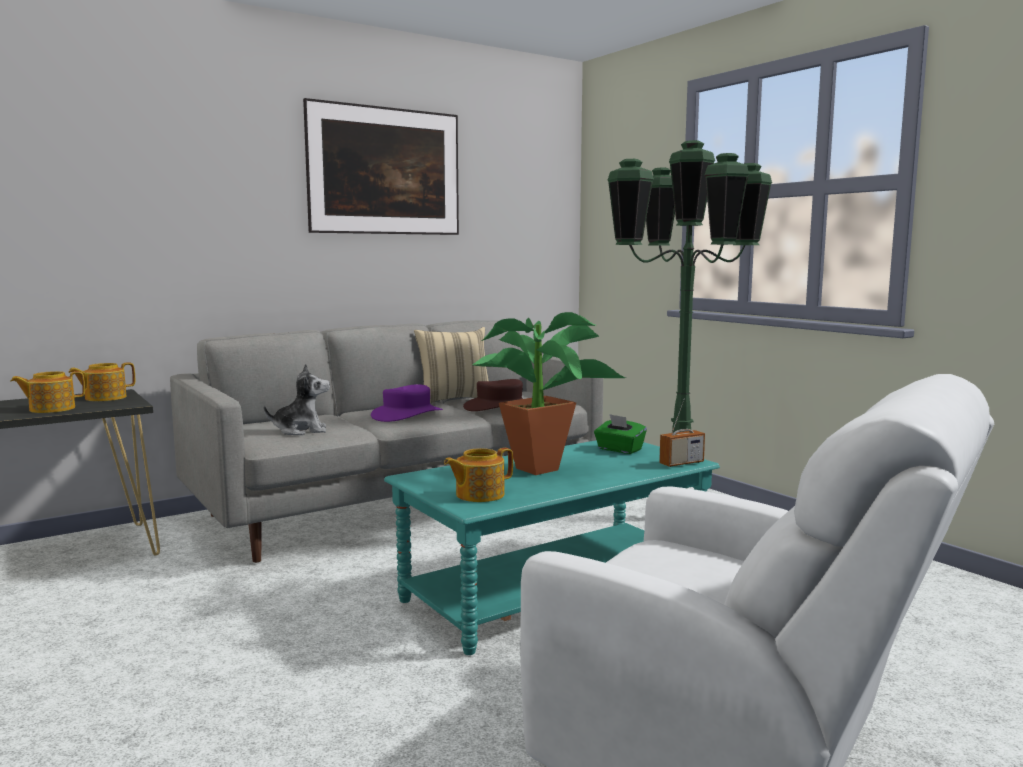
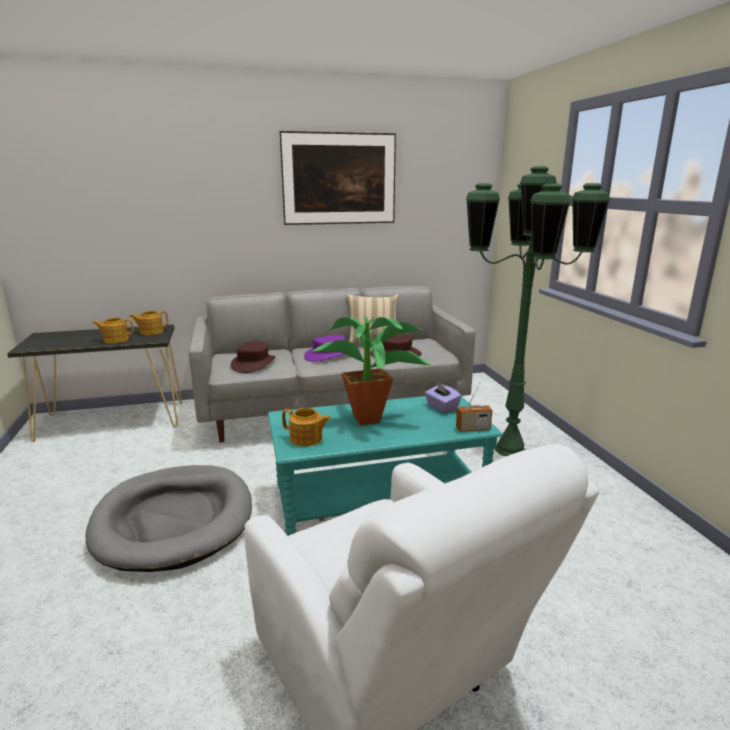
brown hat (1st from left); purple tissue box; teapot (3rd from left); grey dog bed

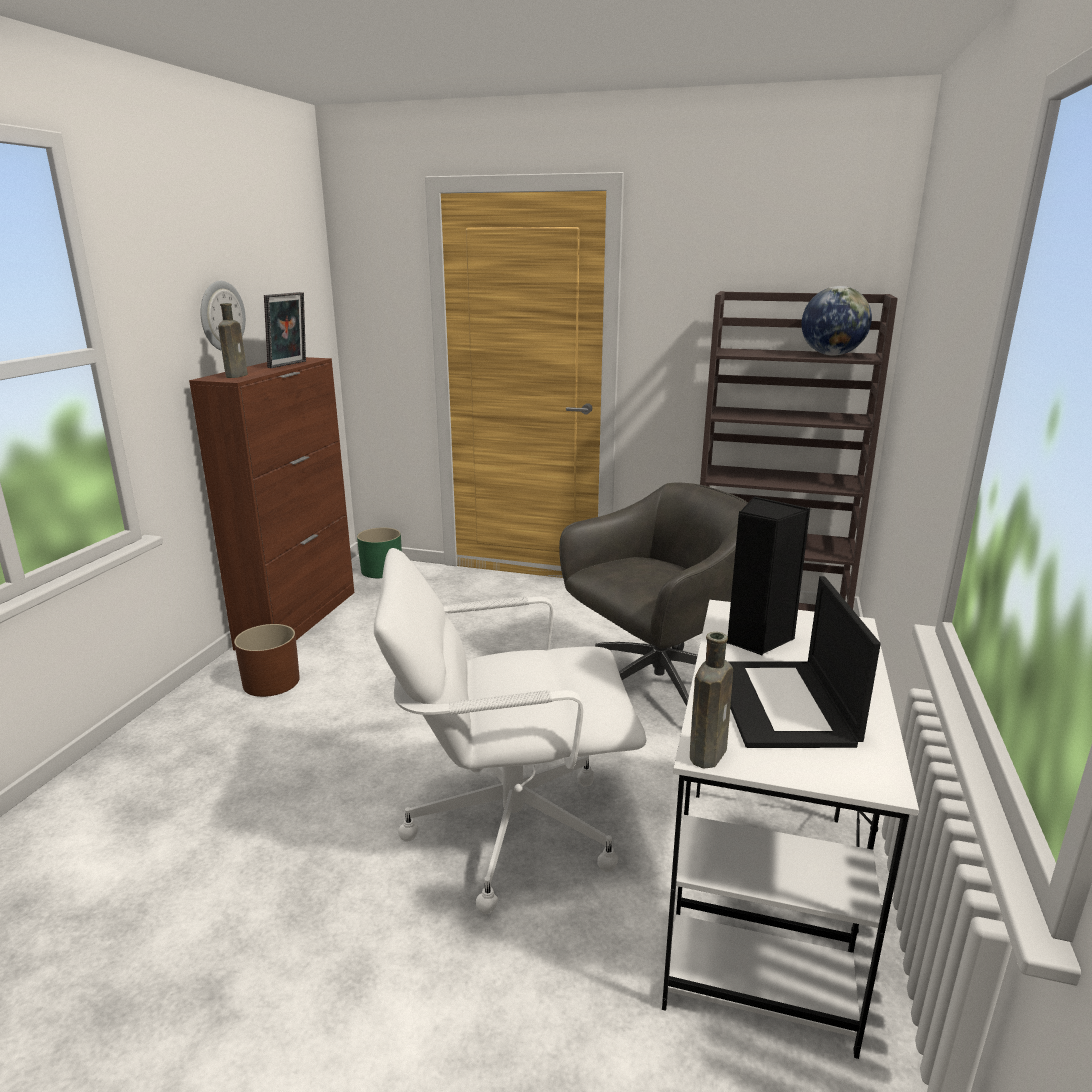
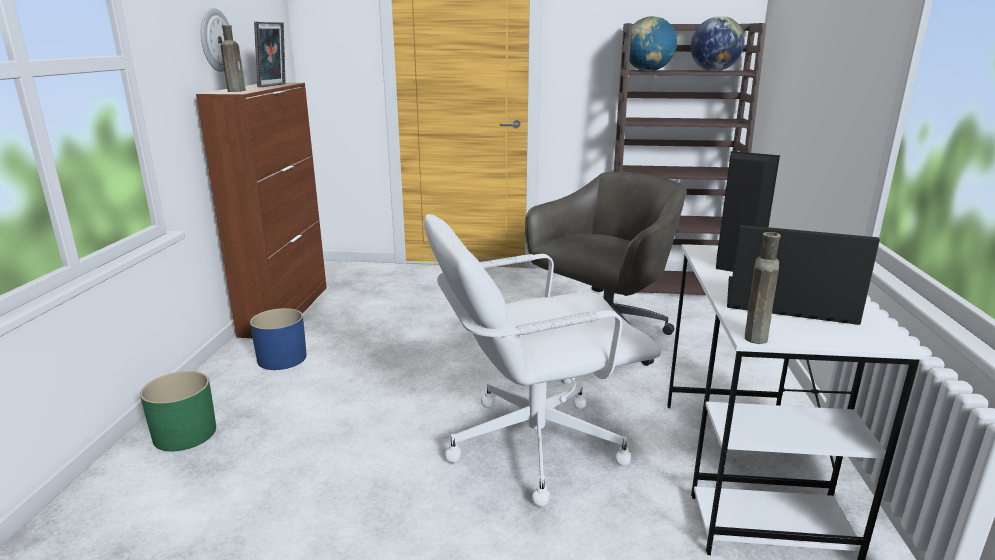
green planter; laptop; blue planter; globe (1st from left)

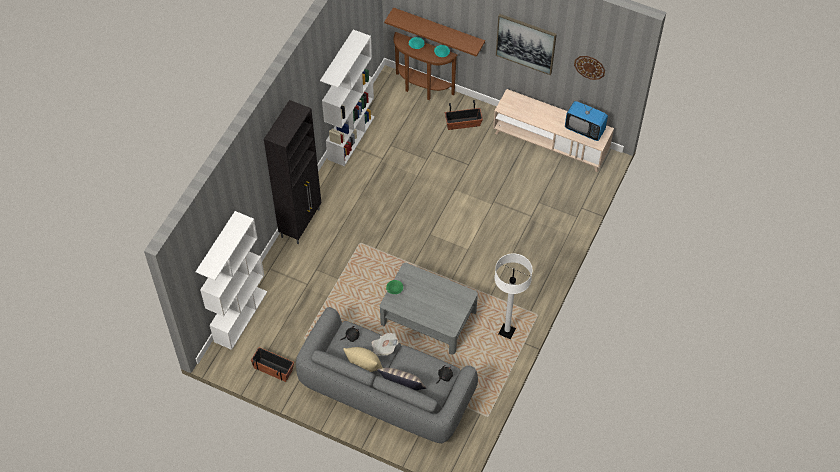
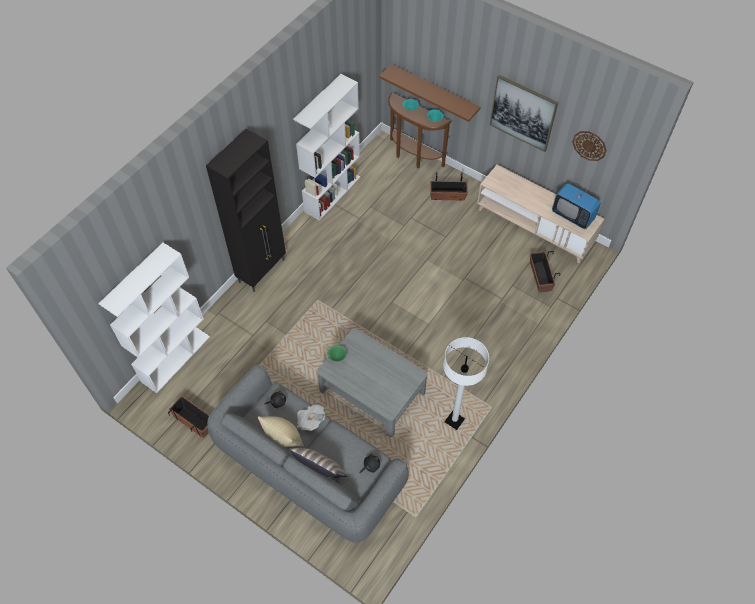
planter (3rd from left)

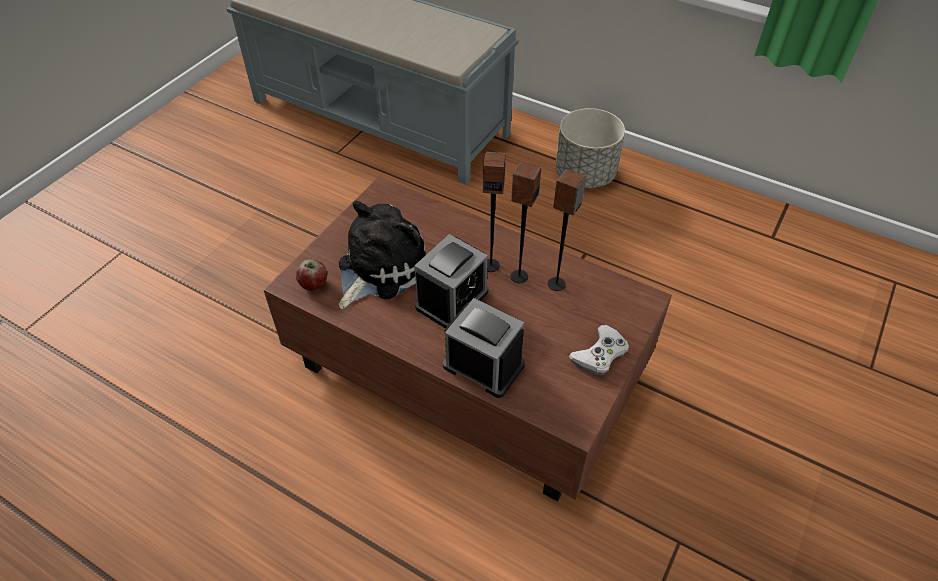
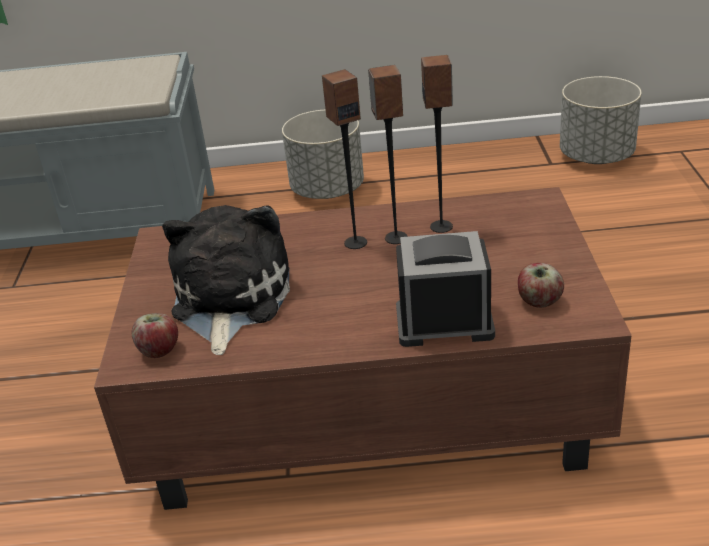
alarm clock (1st from left in the first image); white game controller; grey planter (2nd from left); apple (2nd from left)

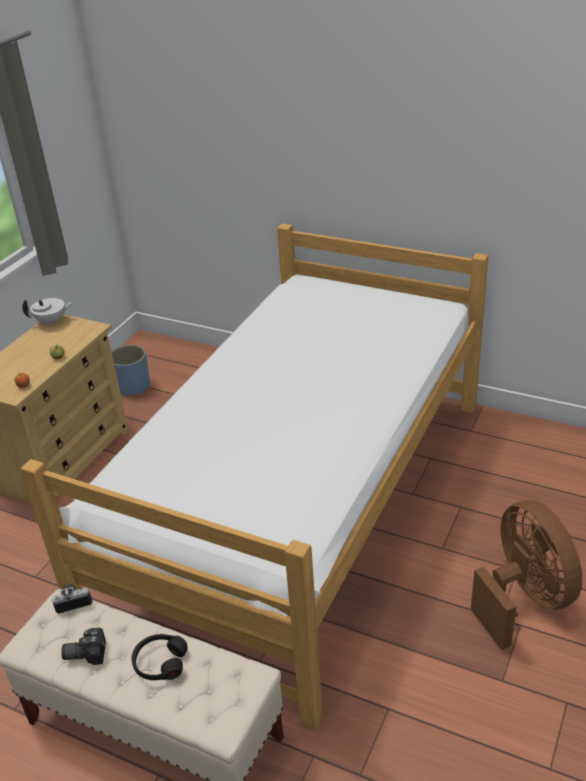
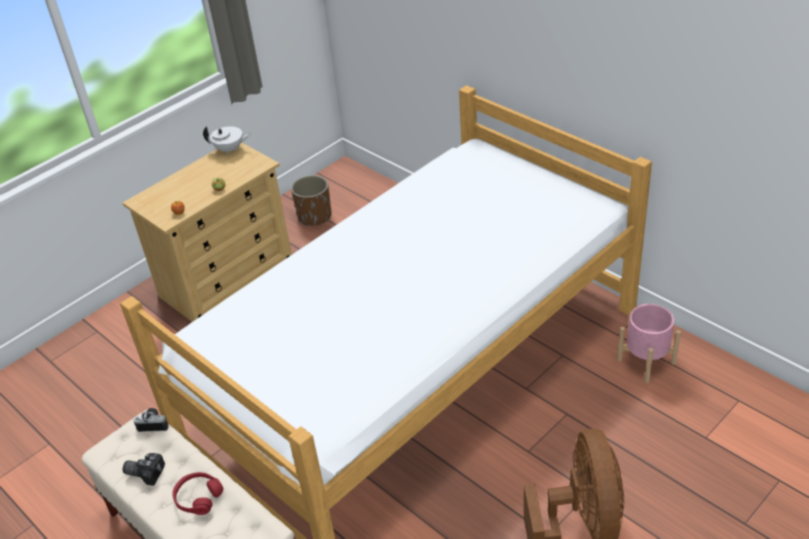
brown planter; red headphones; pink planter

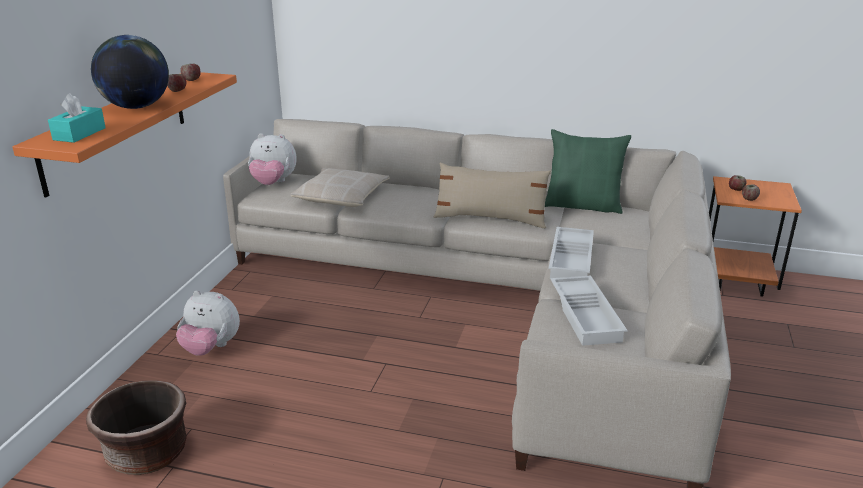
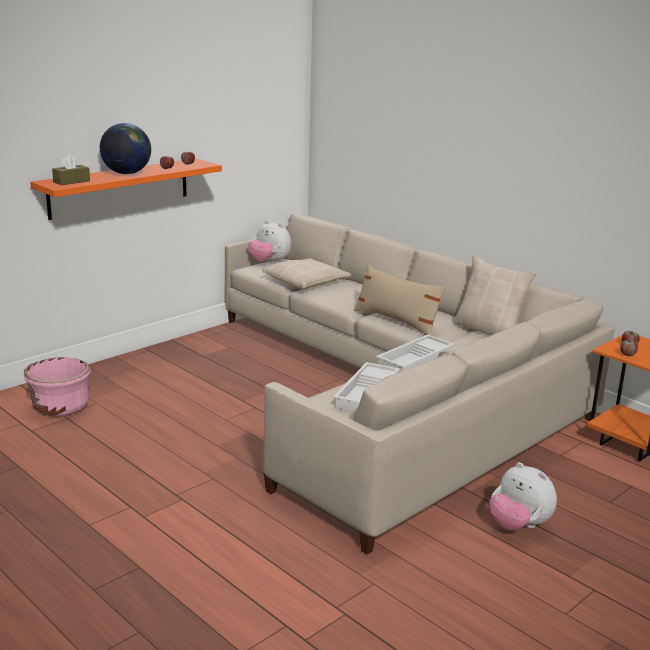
brown tissue box; beige pillow (3rd from left); plush toy (2nd from left); pink planter

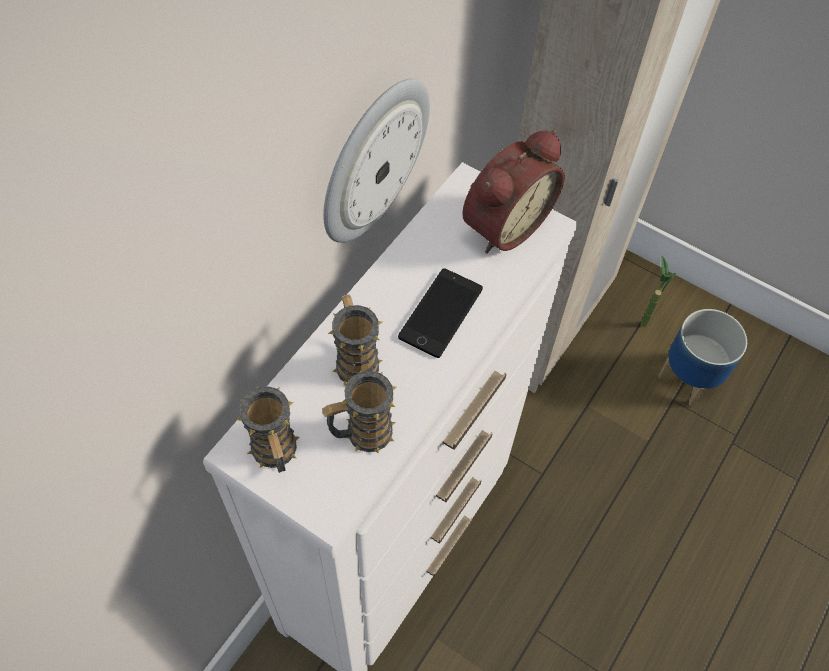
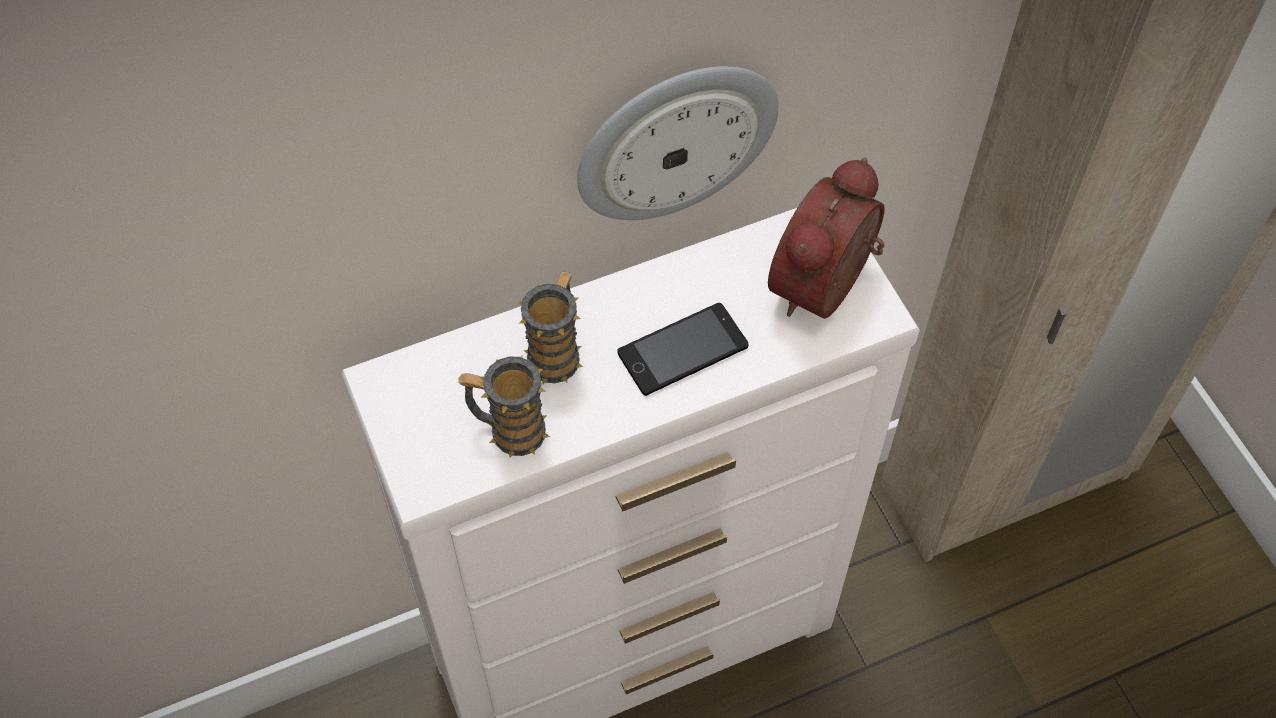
alarm clock; potted plant; planter; mug (1st from left in the first image)

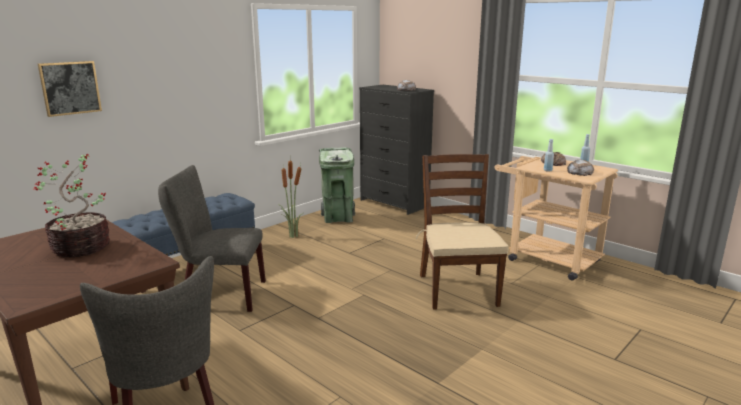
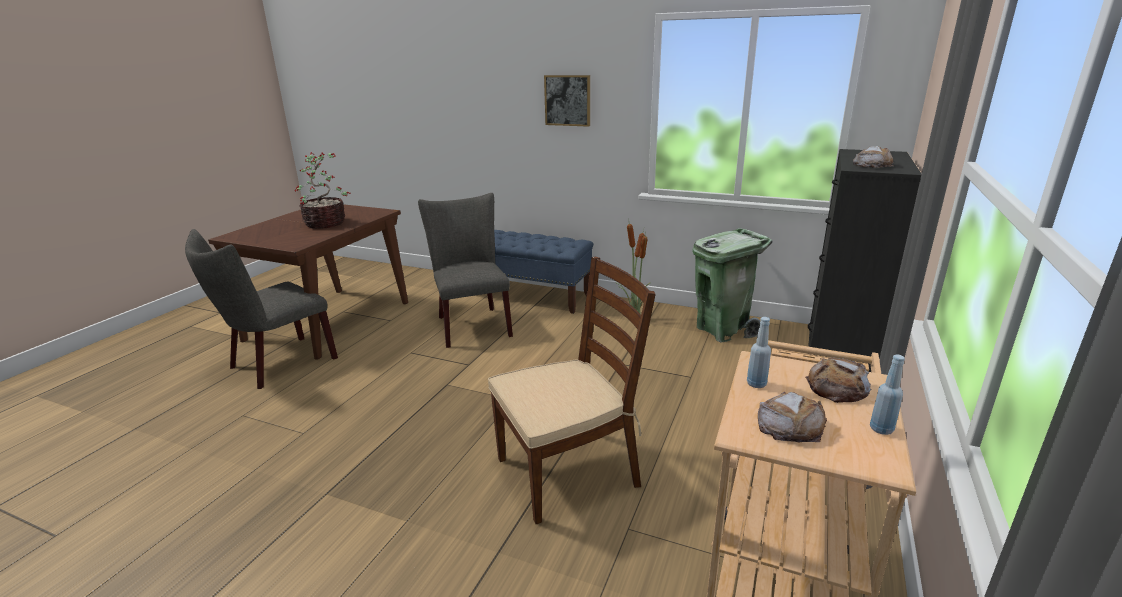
picture

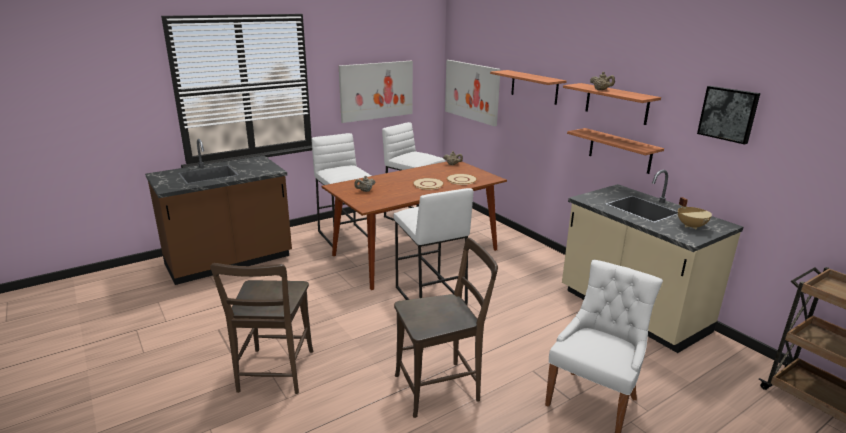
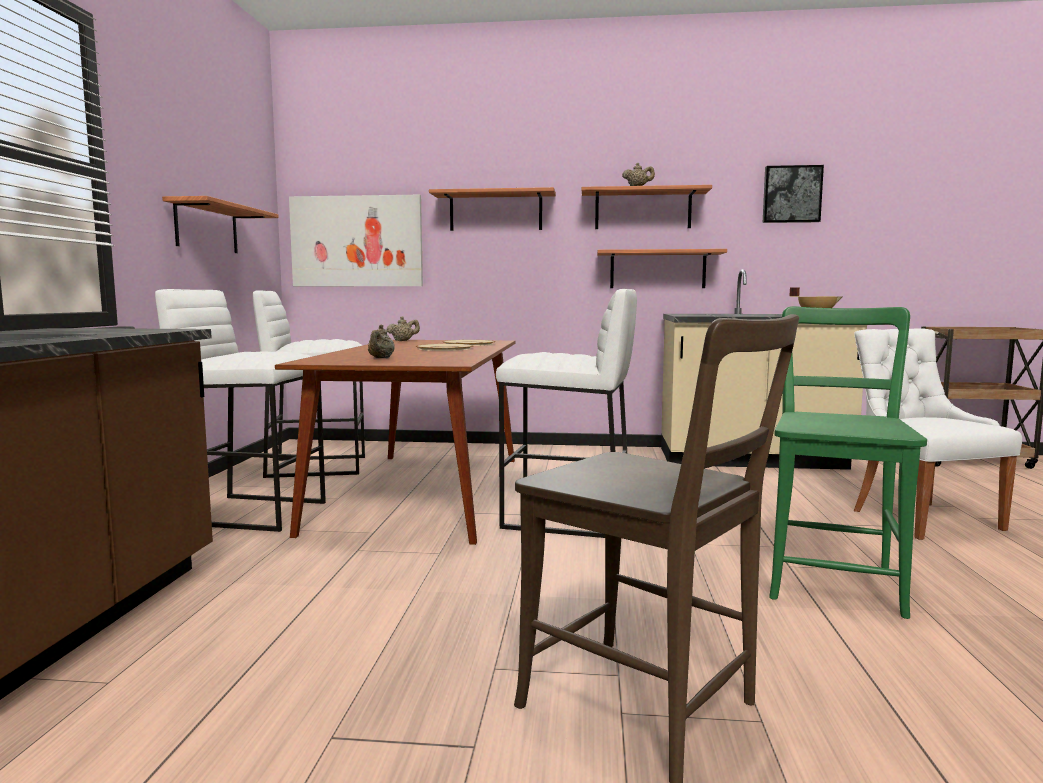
shelf (1st from left); green chair

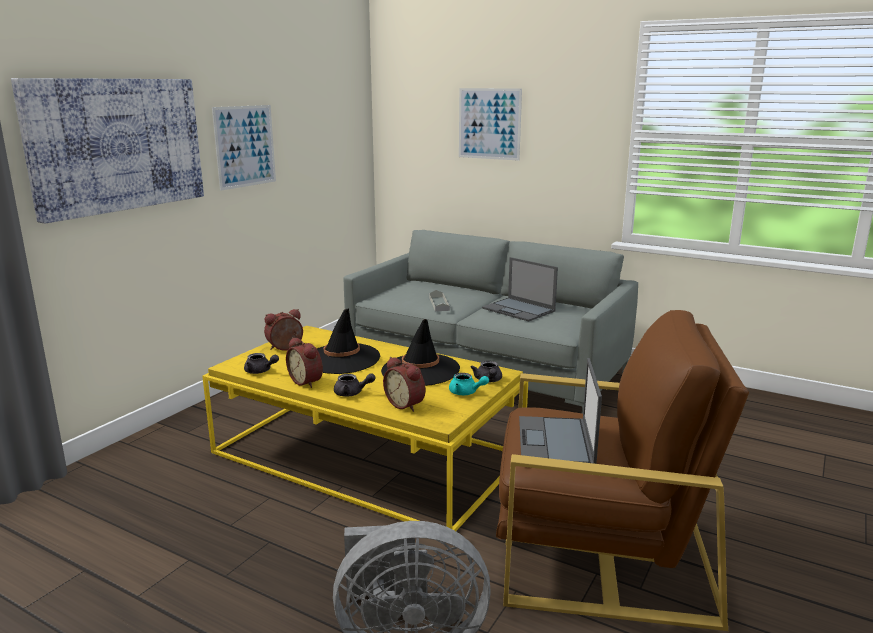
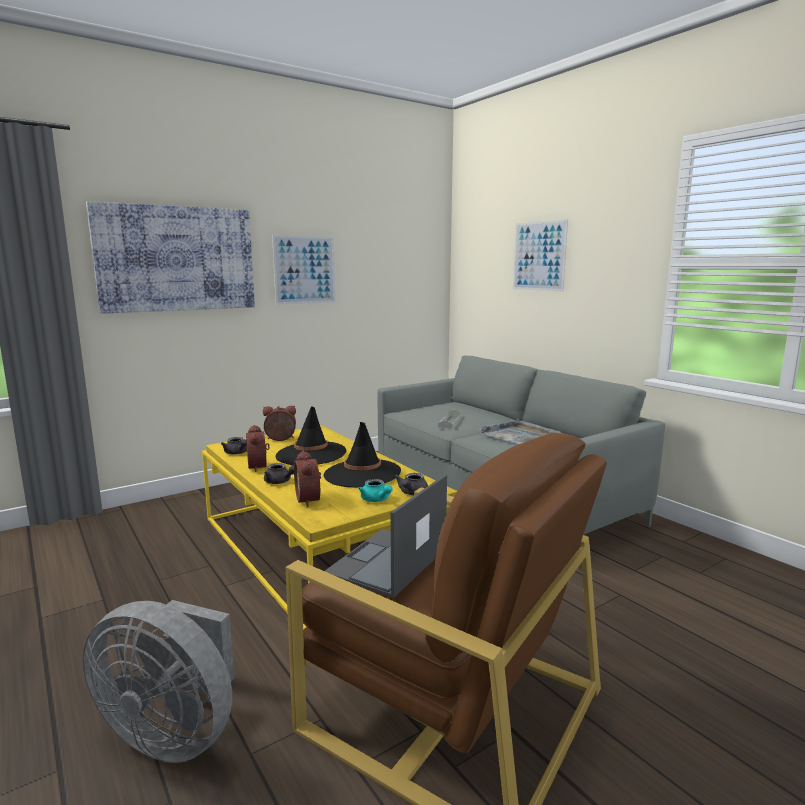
grey tray (2nd from left)

